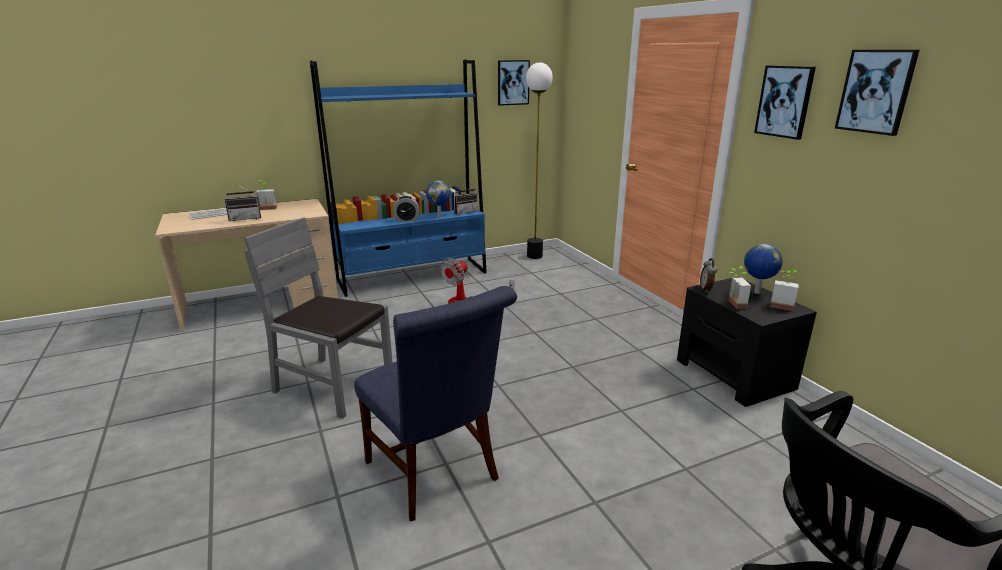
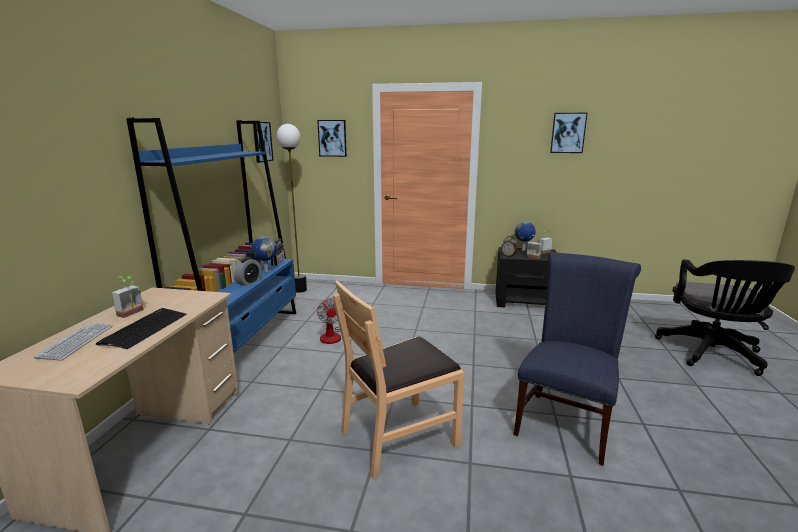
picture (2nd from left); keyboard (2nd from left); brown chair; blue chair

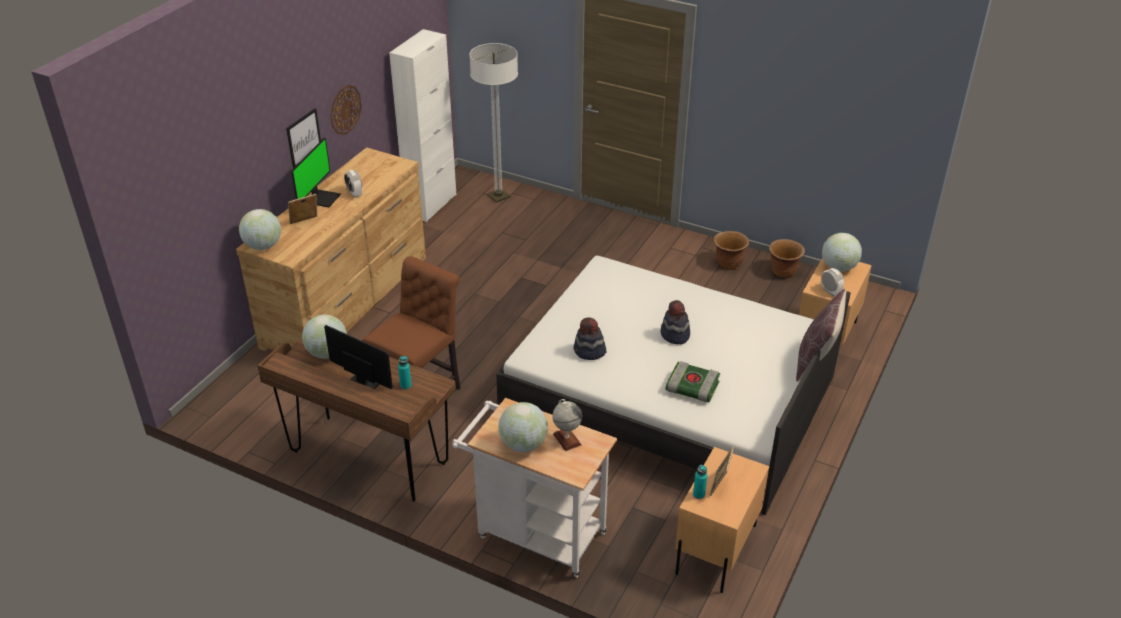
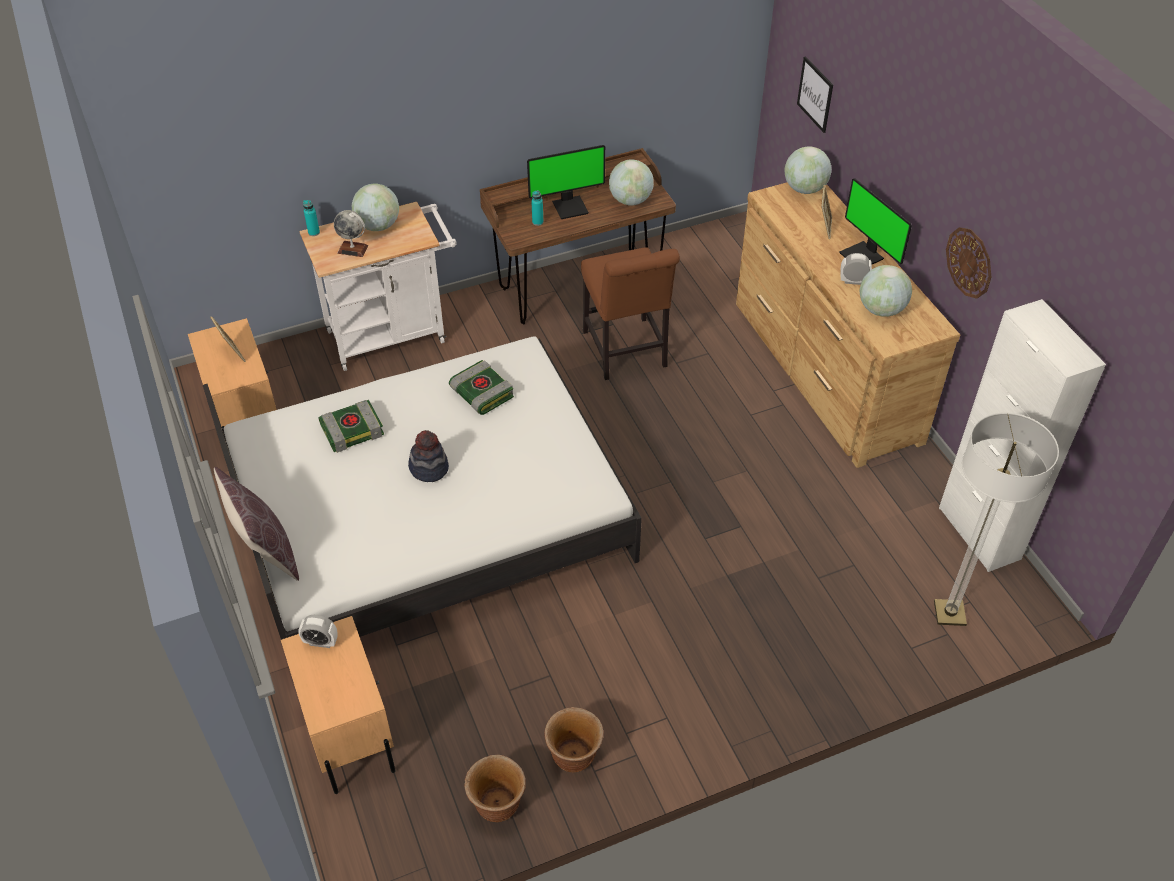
picture; globe (5th from left); book (2nd from left); turquoise bottle (1st from left)

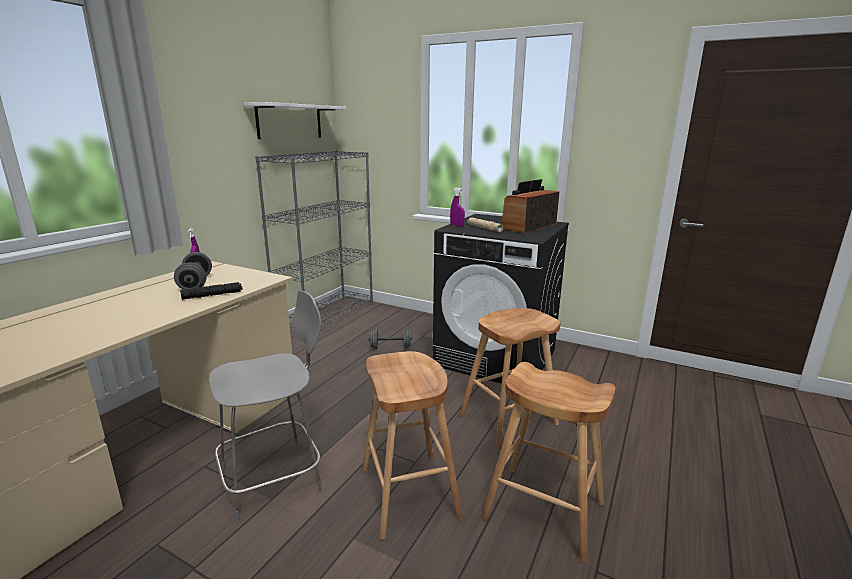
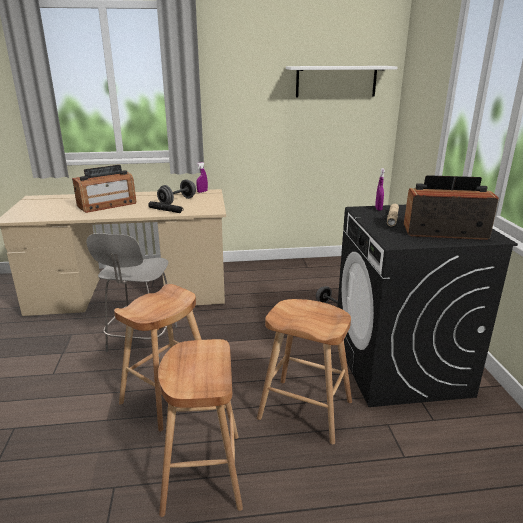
grey bookcase; grey chair; radio (1st from left)

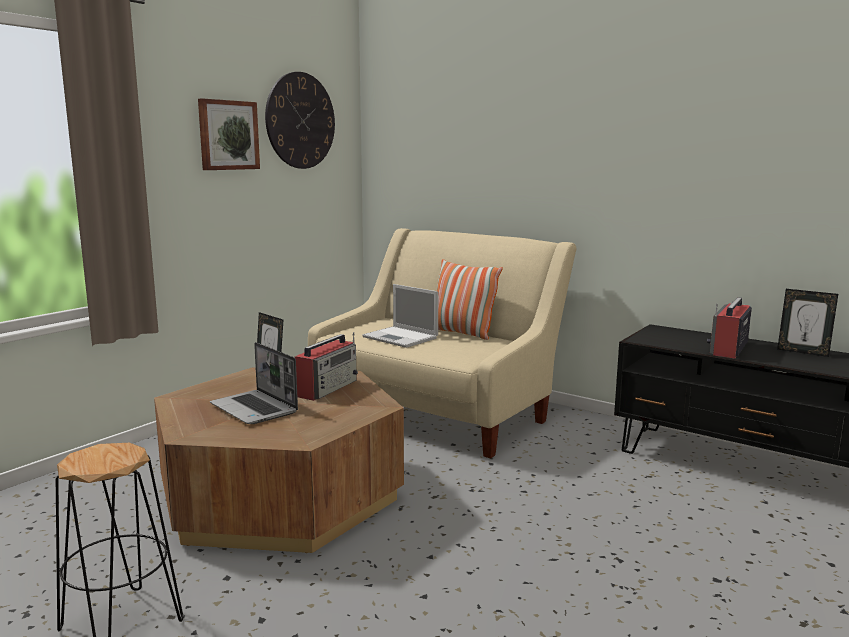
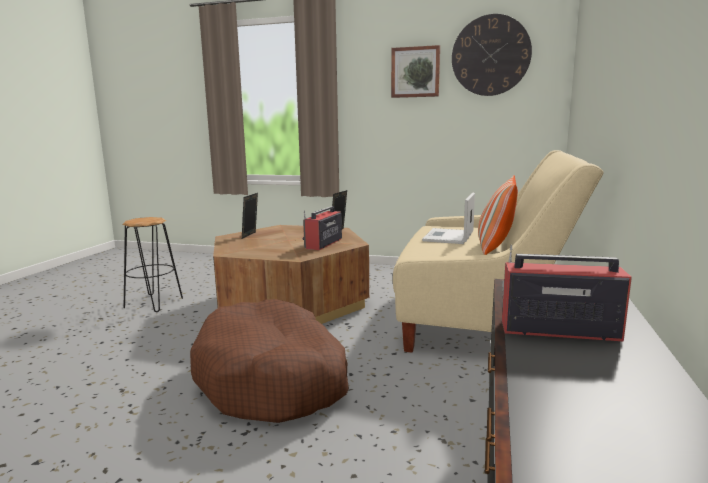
picture frame (1st from left); radio (1st from left); laptop (1st from left in the first image); brown dog bed

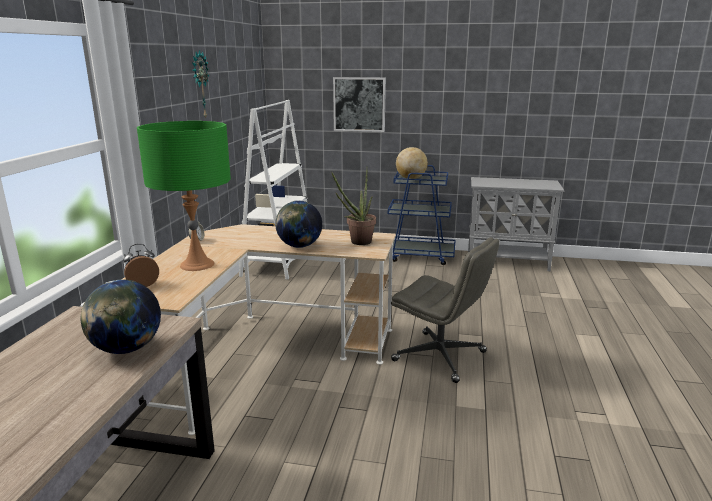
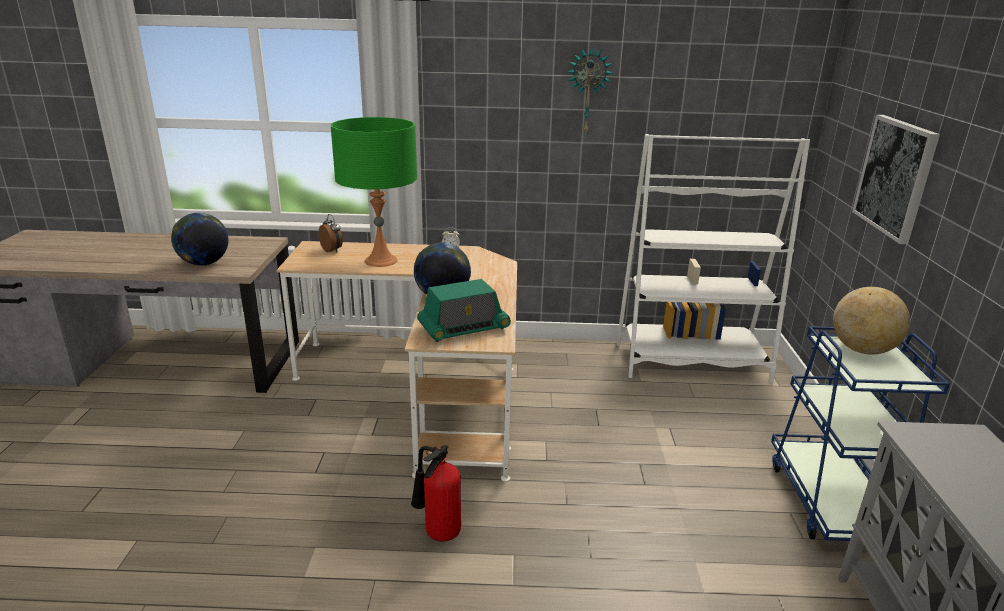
radio; fire extinguisher

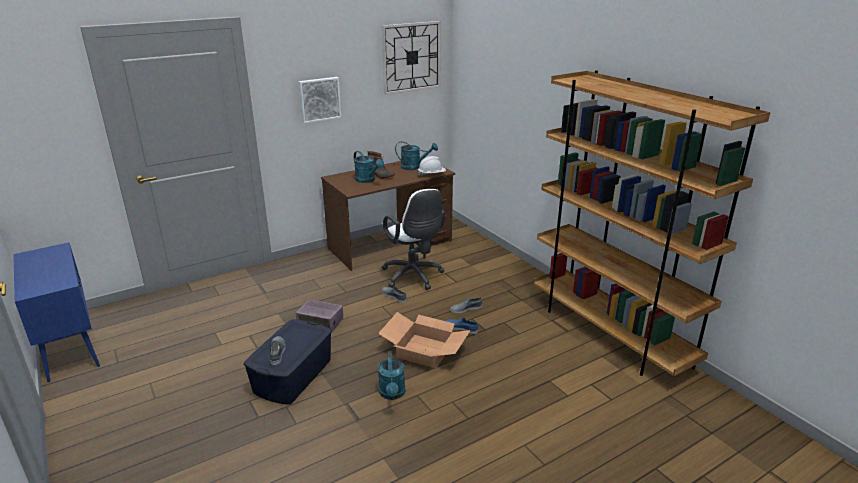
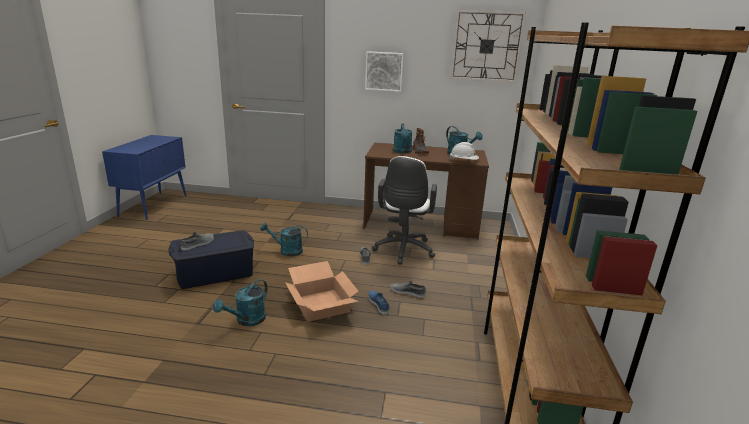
turquoise watering can (2nd from left)

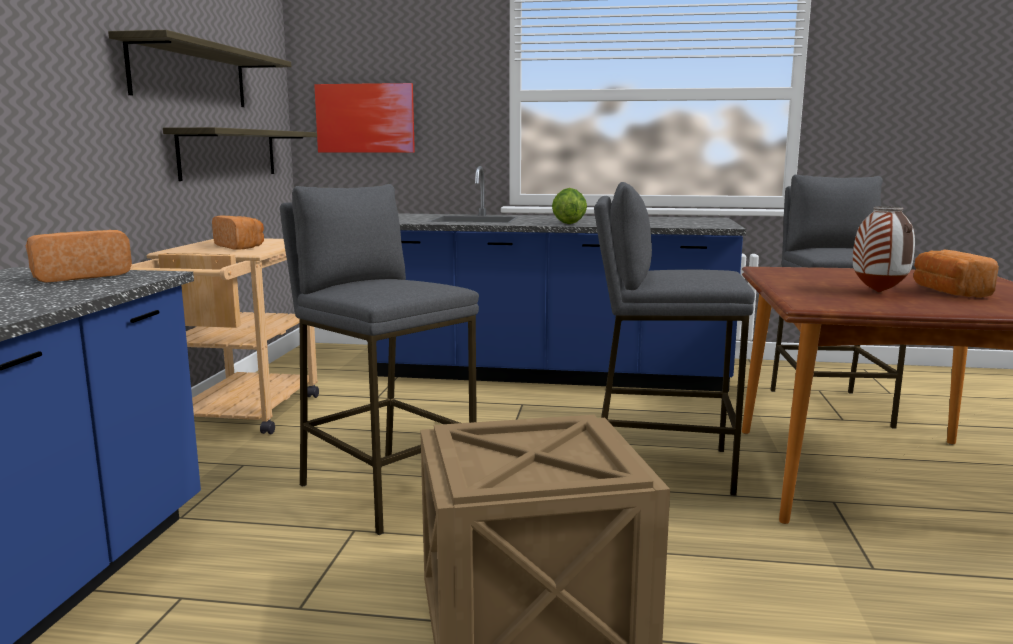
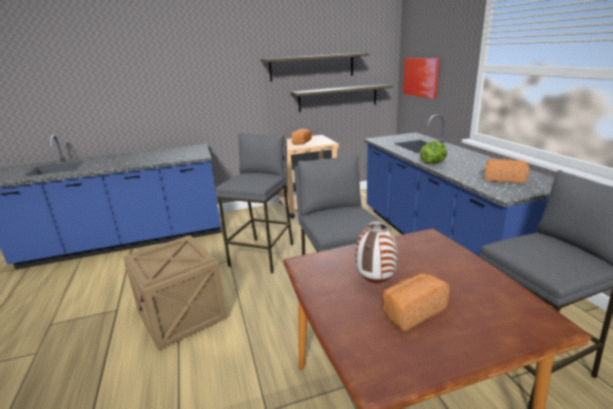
bread (3rd from left)

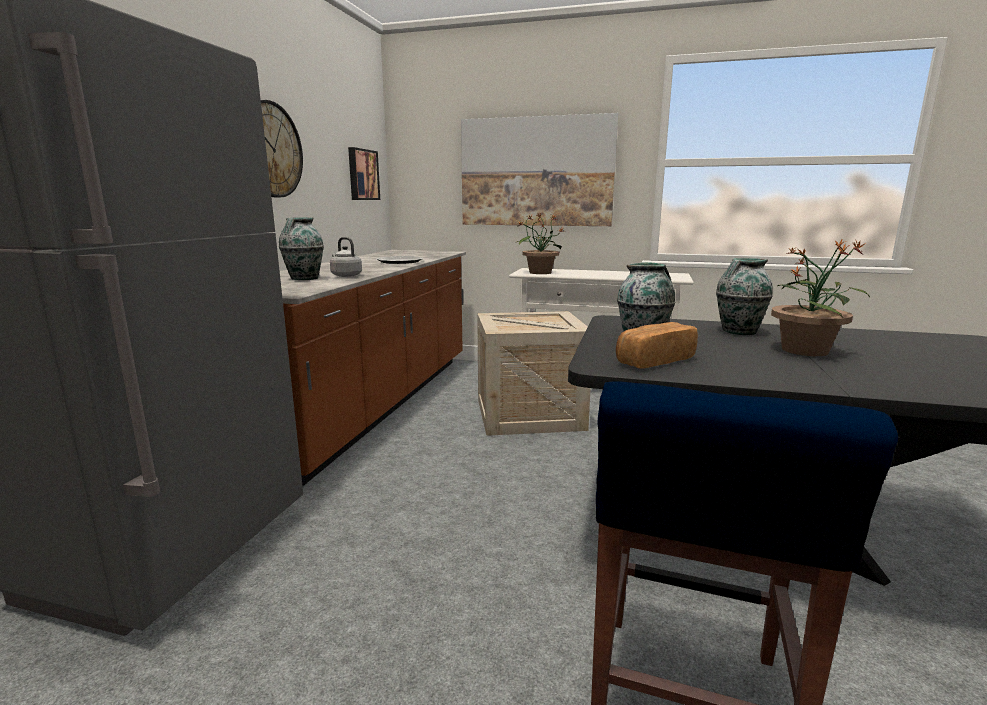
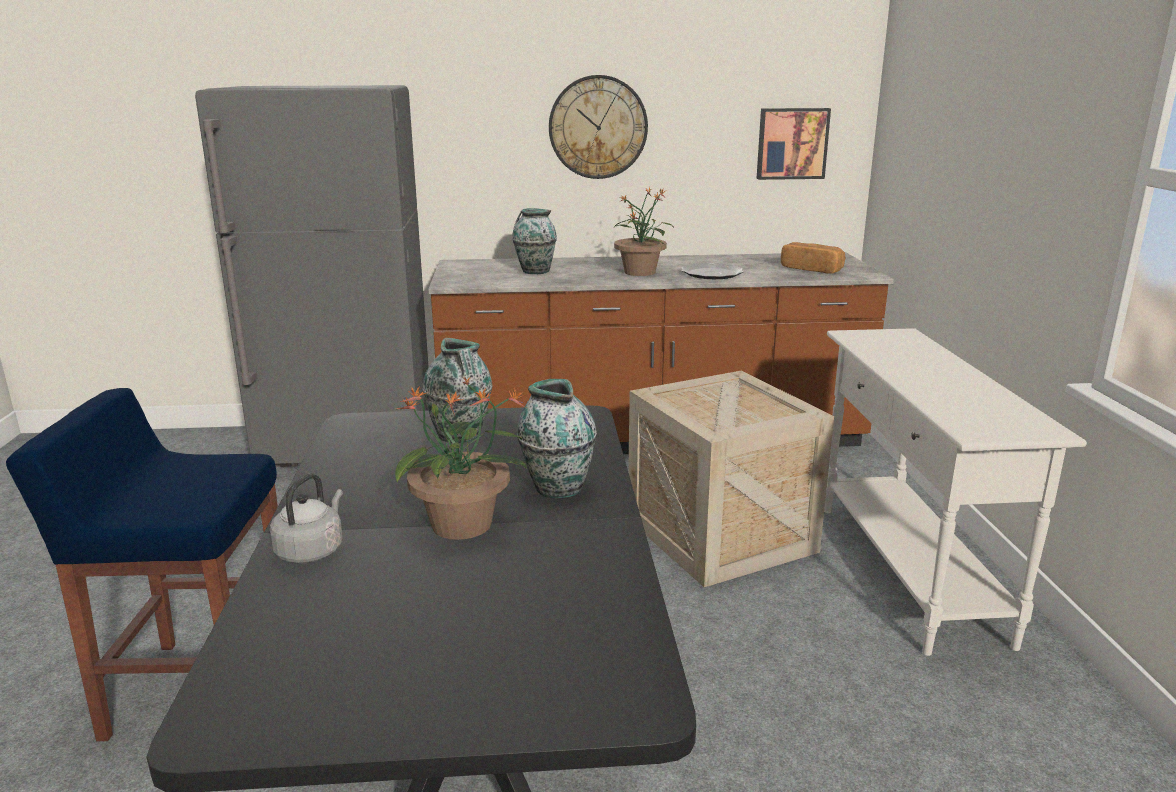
picture (2nd from left in the first image); potted plant (2nd from left); grey kettle; bread

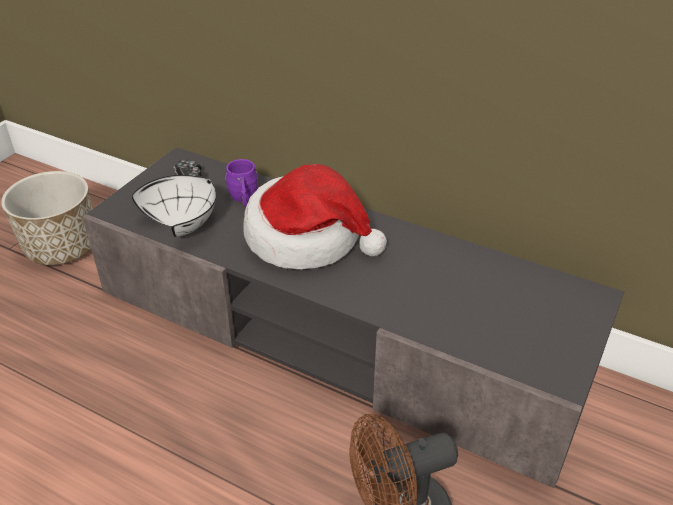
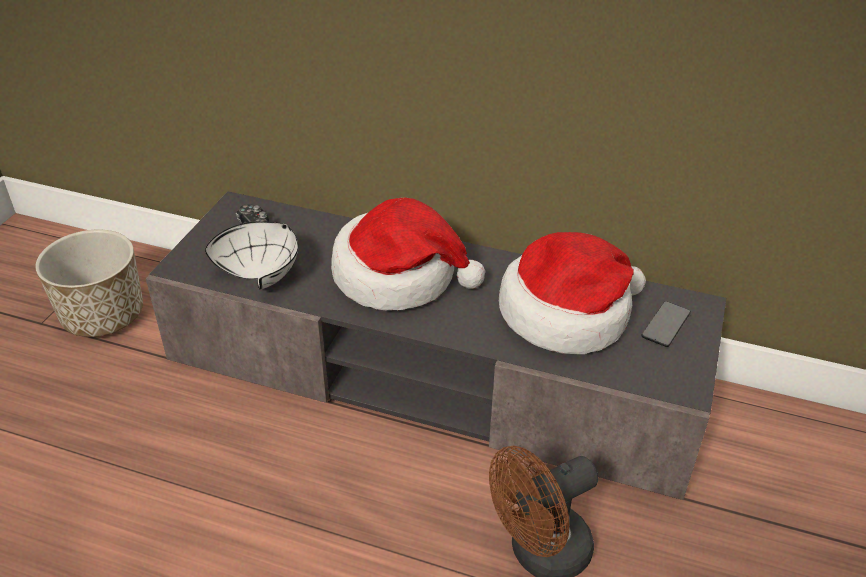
purple mug; hat (2nd from left); phone

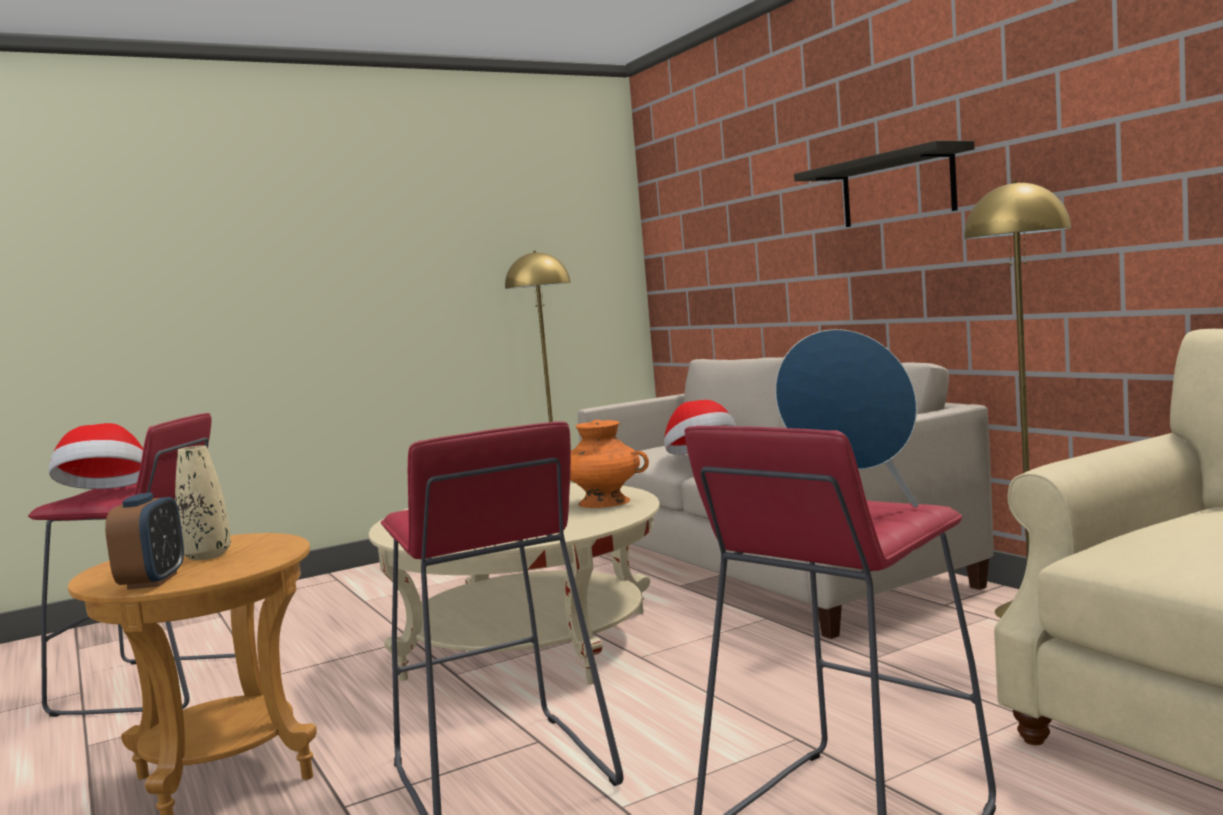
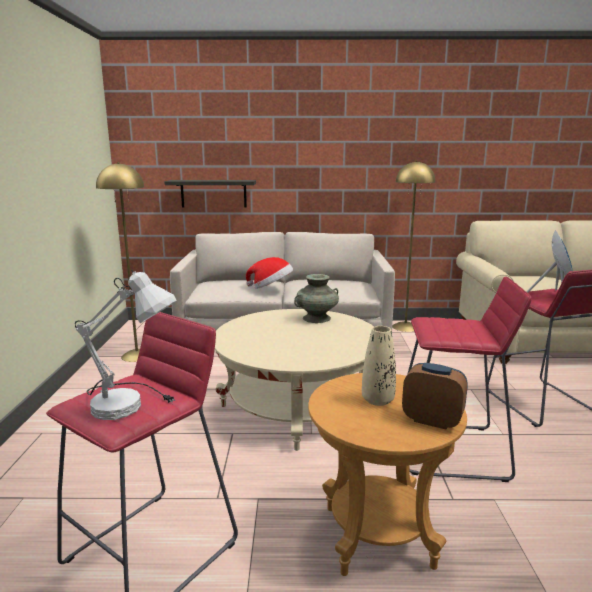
shelf; turquoise vase; white table lamp

